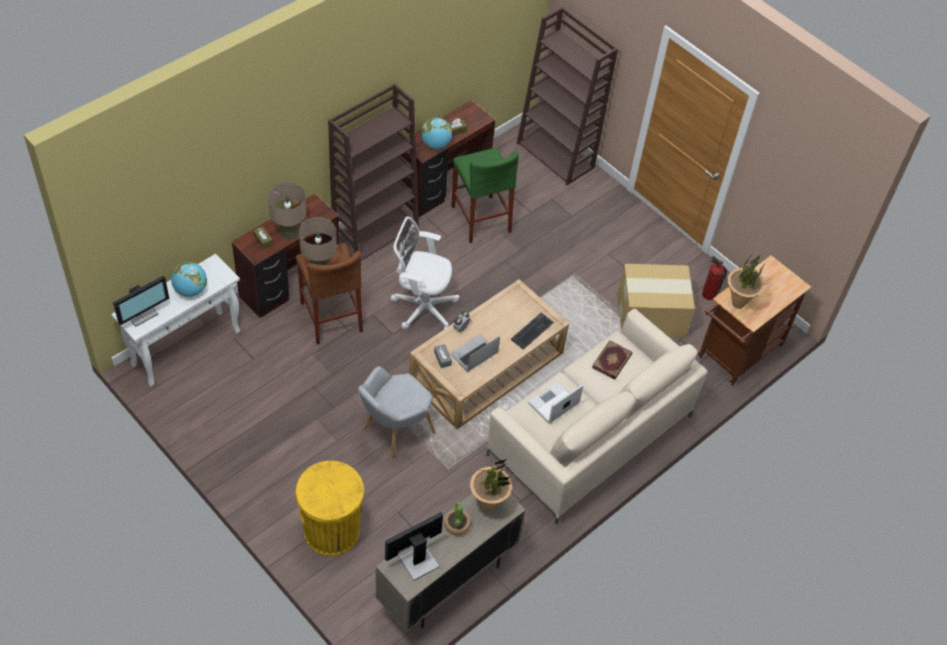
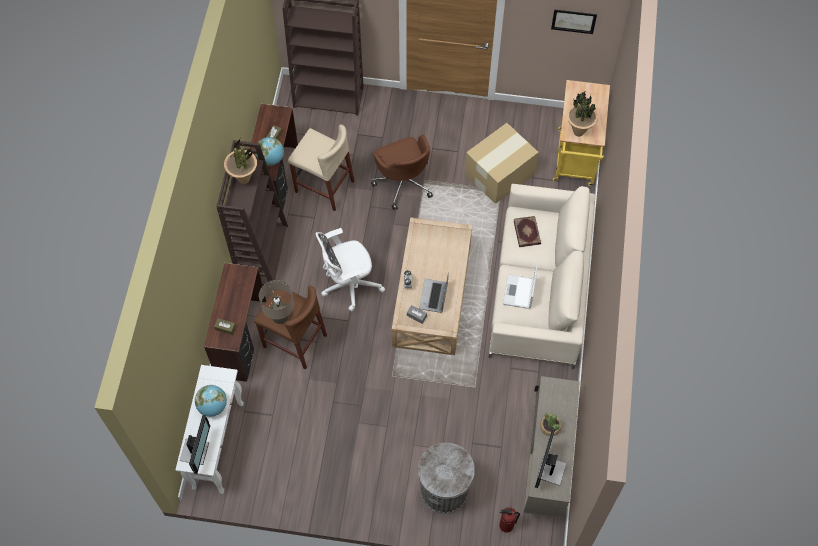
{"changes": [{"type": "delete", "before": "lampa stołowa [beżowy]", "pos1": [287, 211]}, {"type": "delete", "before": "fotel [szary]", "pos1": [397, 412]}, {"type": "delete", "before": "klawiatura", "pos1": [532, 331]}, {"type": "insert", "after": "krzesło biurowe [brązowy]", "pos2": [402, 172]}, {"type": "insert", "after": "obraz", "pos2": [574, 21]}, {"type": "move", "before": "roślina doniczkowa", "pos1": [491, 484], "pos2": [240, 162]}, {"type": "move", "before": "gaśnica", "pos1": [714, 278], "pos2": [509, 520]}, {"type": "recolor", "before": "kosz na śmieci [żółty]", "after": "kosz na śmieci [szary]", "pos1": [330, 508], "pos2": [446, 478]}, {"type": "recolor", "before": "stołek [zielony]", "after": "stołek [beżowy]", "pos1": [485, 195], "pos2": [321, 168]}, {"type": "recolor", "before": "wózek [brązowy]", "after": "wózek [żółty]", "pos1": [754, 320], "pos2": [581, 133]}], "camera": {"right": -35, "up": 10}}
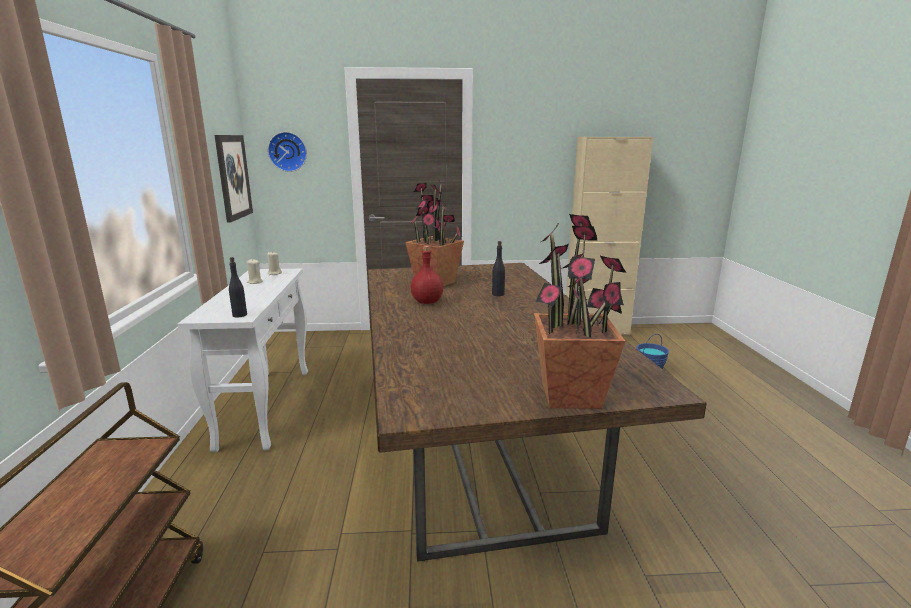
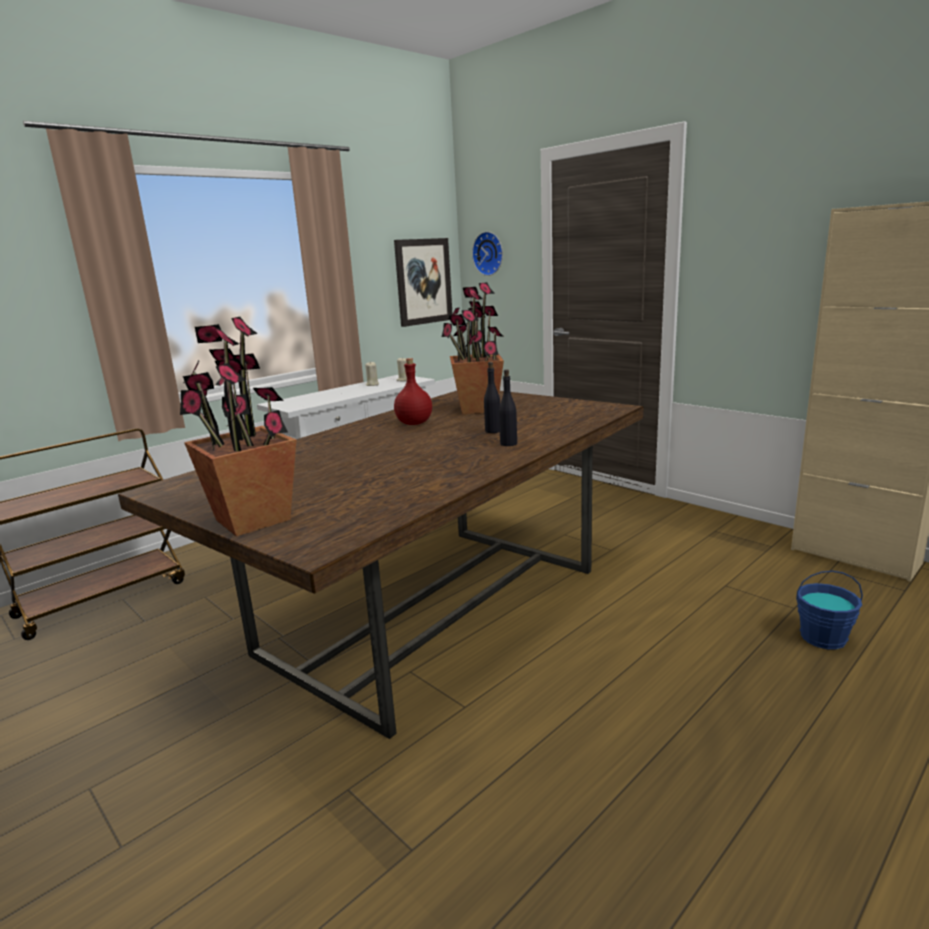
{"changes": [{"type": "move", "before": "butelka [czarny]", "pos1": [238, 287], "pos2": [508, 407]}], "camera": {"right": 50, "up": 0}}
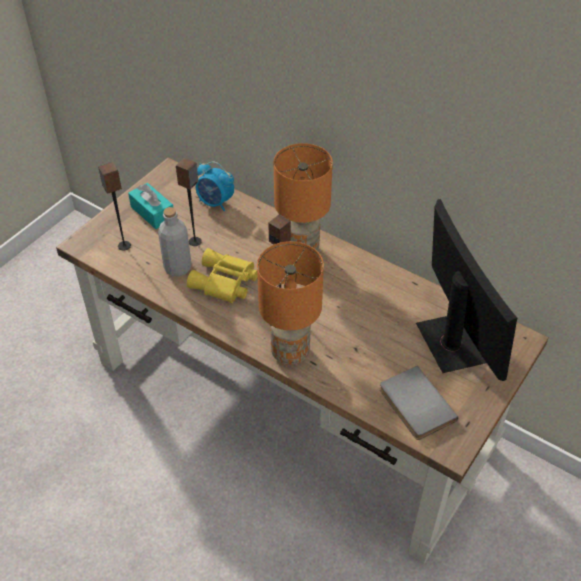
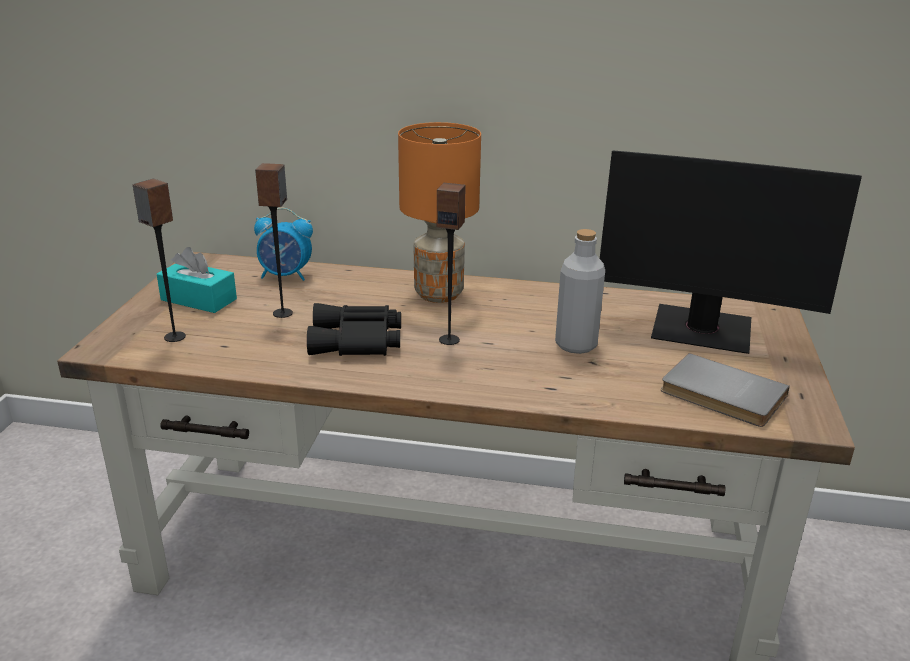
{"changes": [{"type": "delete", "before": "lampa stołowa [pomarańczowy]", "pos1": [290, 303]}, {"type": "move", "before": "butelka [szary]", "pos1": [174, 241], "pos2": [580, 291]}, {"type": "recolor", "before": "lornetka [żółty]", "after": "lornetka [czarny]", "pos1": [222, 275], "pos2": [354, 329]}, {"type": "rotate", "before": "monitor", "pos1": [466, 290], "pos2": [731, 252], "turn": 150}], "camera": {"right": -25, "up": -20}}
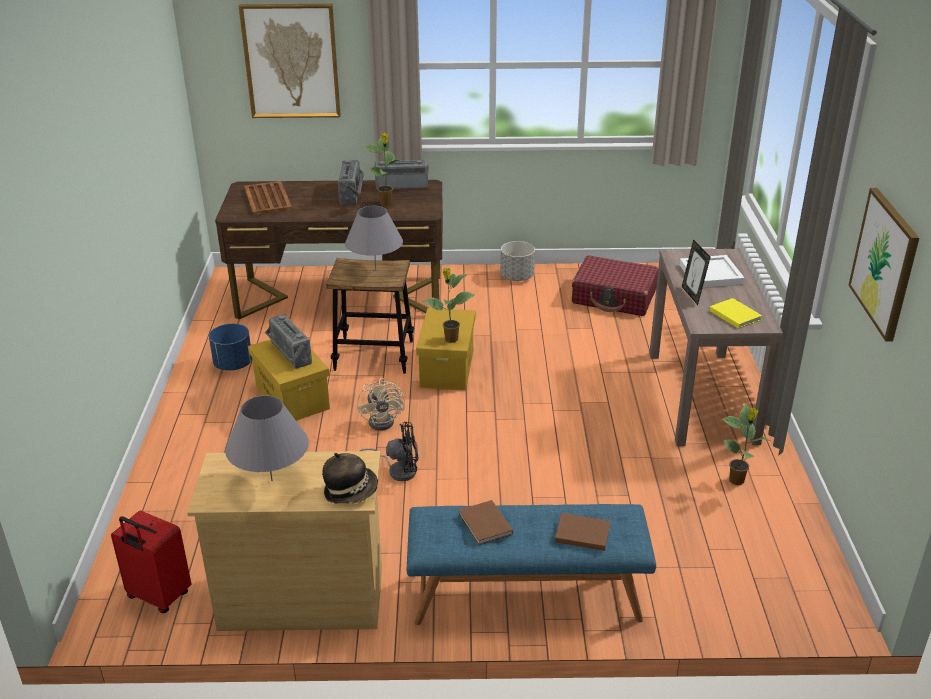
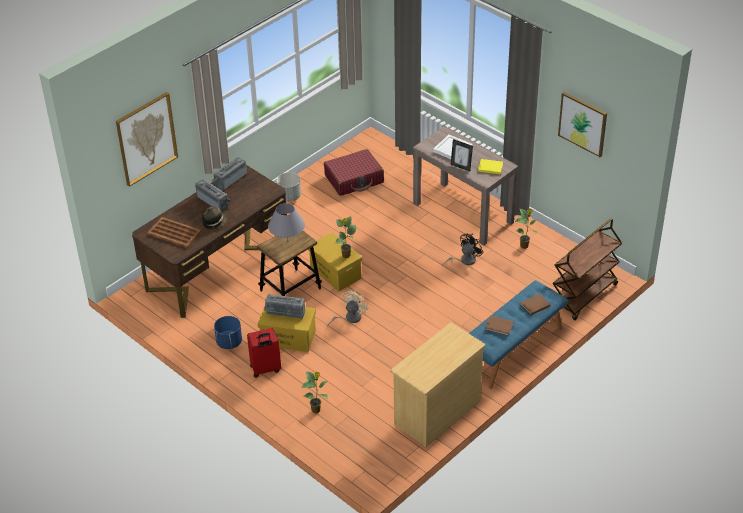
{"changes": [{"type": "delete", "before": "lampa stołowa [szary]", "pos1": [267, 438]}, {"type": "insert", "after": "wózek [brązowy]", "pos2": [587, 269]}, {"type": "move", "before": "walizka [czerwony]", "pos1": [151, 561], "pos2": [264, 353]}, {"type": "move", "before": "kapelusz", "pos1": [350, 478], "pos2": [214, 218]}, {"type": "move", "before": "wentylator [czarny]", "pos1": [388, 451], "pos2": [463, 249]}, {"type": "move", "before": "roślina doniczkowa", "pos1": [383, 169], "pos2": [314, 392]}, {"type": "rotate", "before": "wentylator [beżowy]", "pos1": [381, 404], "pos2": [348, 308], "turn": -90}], "camera": {"right": -45, "up": 10}}
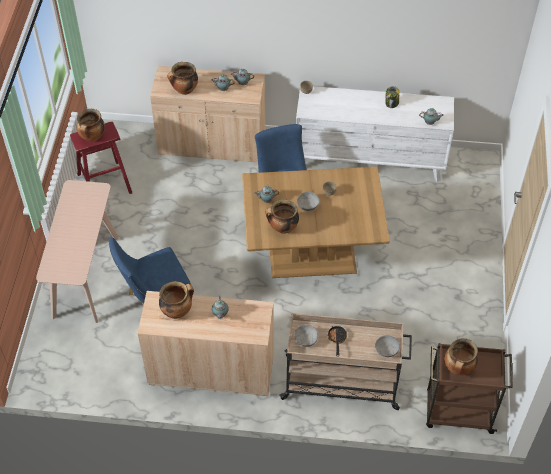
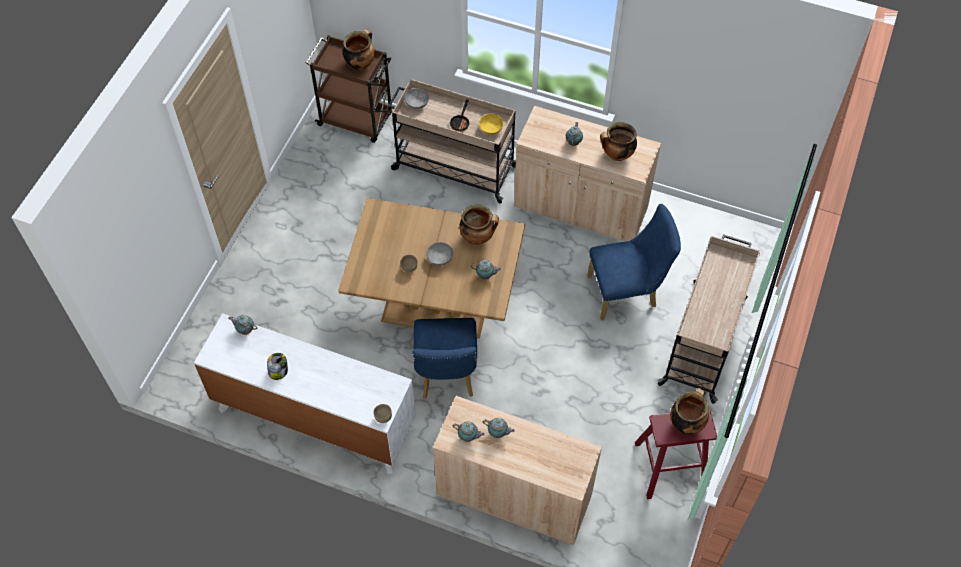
{"changes": [{"type": "delete", "before": "garnek", "pos1": [182, 78]}, {"type": "replace", "before": "stolik konsolowy [beżowy]", "after": "wózek [beżowy]", "pos1": [77, 251], "pos2": [708, 319]}, {"type": "recolor", "before": "miska [szary]", "after": "miska [żółty]", "pos1": [306, 336], "pos2": [491, 124]}], "camera": {"right": -165, "up": 5}}
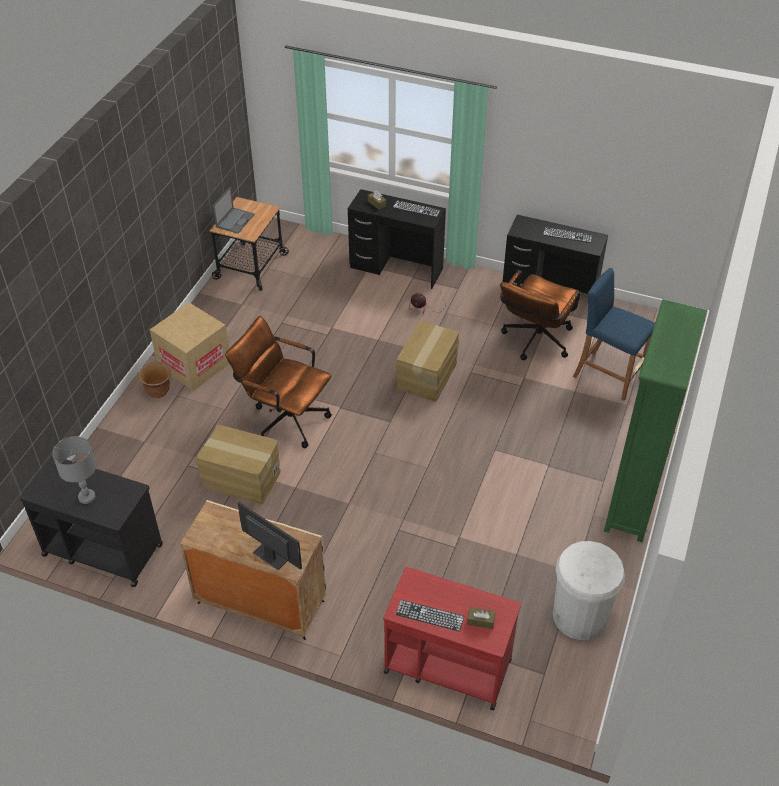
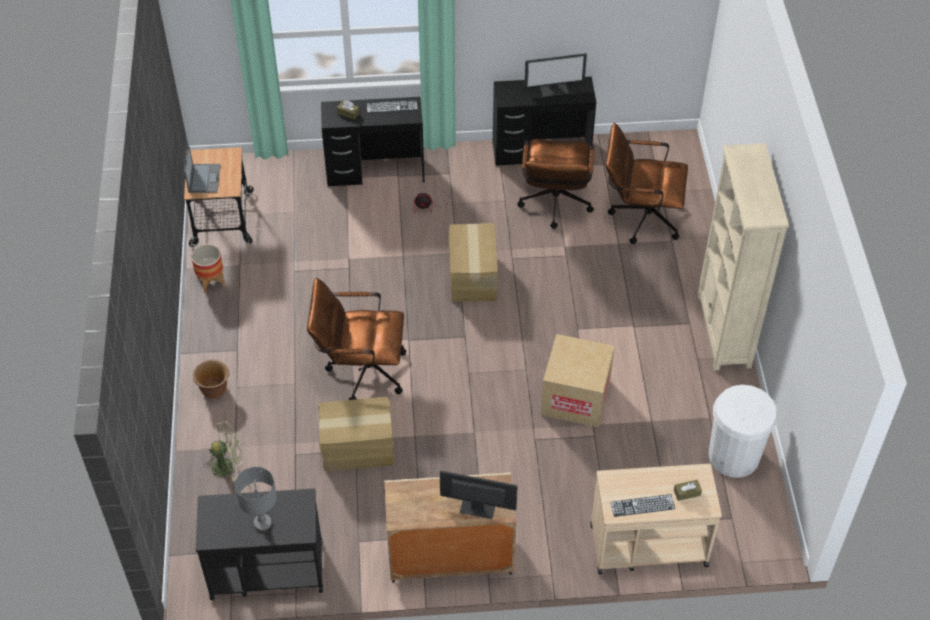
{"changes": [{"type": "insert", "after": "donica", "pos2": [208, 268]}, {"type": "insert", "after": "wentylator [zielony]", "pos2": [223, 451]}, {"type": "move", "before": "karton", "pos1": [189, 346], "pos2": [578, 380]}, {"type": "replace", "before": "klawiatura", "after": "monitor", "pos1": [567, 235], "pos2": [555, 75]}, {"type": "replace", "before": "stołek [niebieski]", "after": "krzesło biurowe [brązowy]", "pos1": [614, 334], "pos2": [647, 183]}, {"type": "recolor", "before": "wózek [czerwony]", "after": "wózek [beżowy]", "pos1": [452, 638], "pos2": [656, 519]}, {"type": "recolor", "before": "regał [zielony]", "after": "regał [beżowy]", "pos1": [655, 421], "pos2": [743, 257]}], "camera": {"right": -25, "up": 5}}
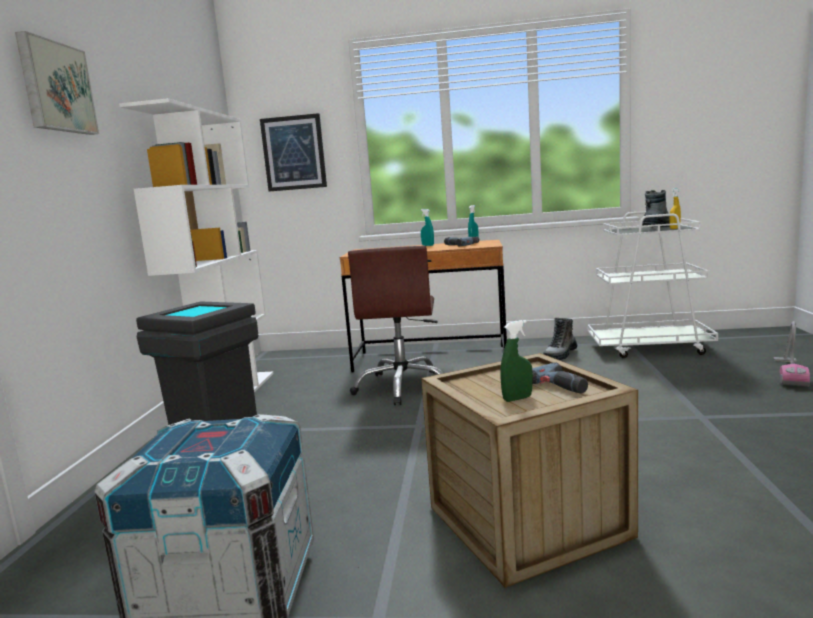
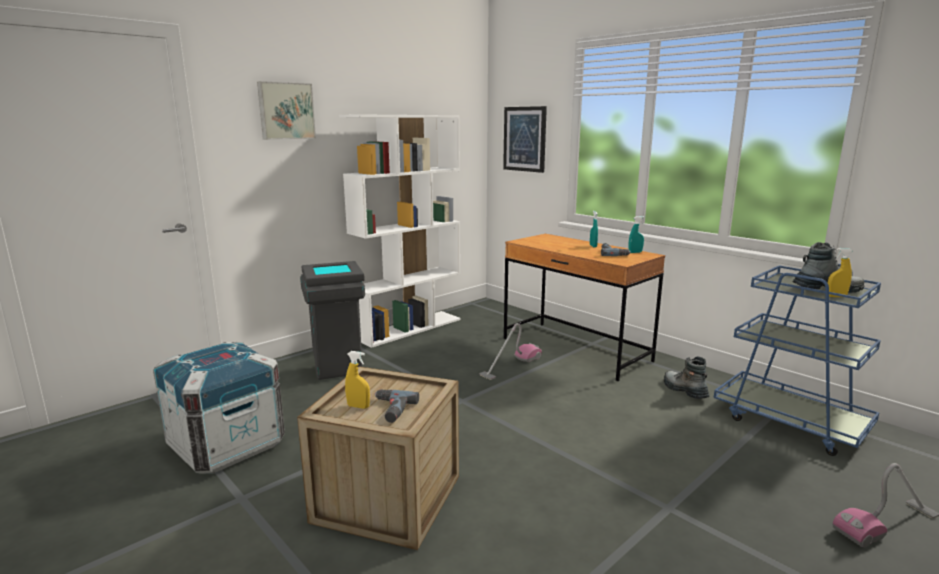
{"changes": [{"type": "replace", "before": "krzesło biurowe [brązowy]", "after": "odkurzacz", "pos1": [395, 325], "pos2": [510, 351]}, {"type": "recolor", "before": "spryskiwacz [zielony]", "after": "spryskiwacz [żółty]", "pos1": [517, 361], "pos2": [357, 380]}, {"type": "recolor", "before": "wózek [biały]", "after": "wózek [niebieski]", "pos1": [653, 284], "pos2": [797, 360]}, {"type": "rotate", "before": "but z cholewką", "pos1": [560, 339], "pos2": [686, 378], "turn": 75}], "camera": {"right": 40, "up": 5}}
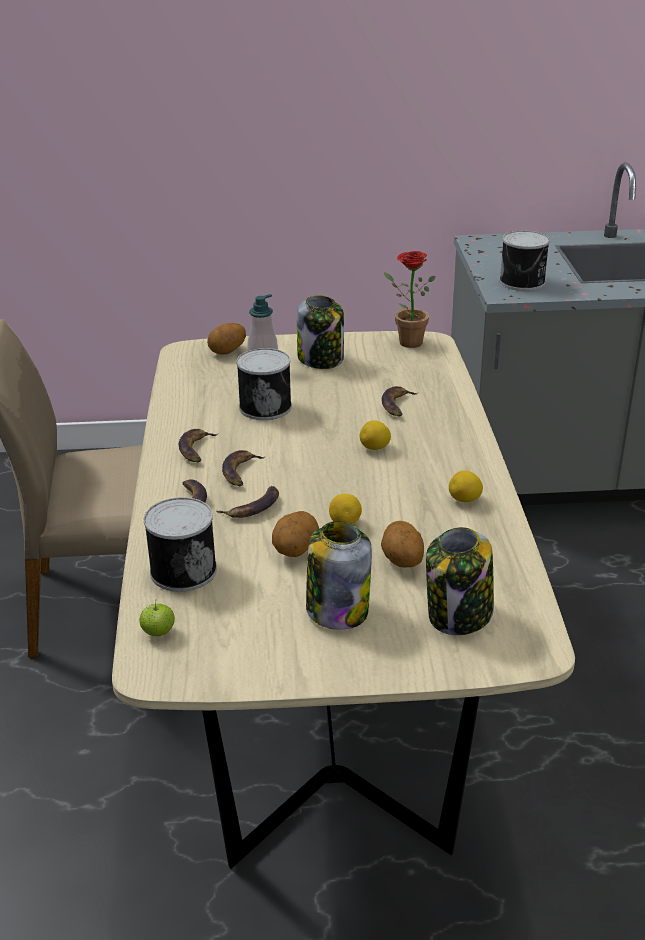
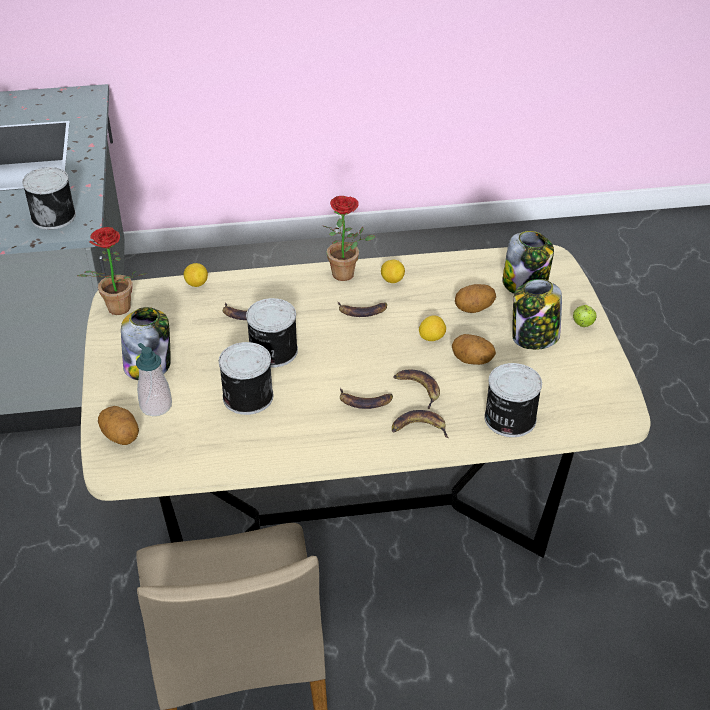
{"changes": [{"type": "insert", "after": "puszka", "pos2": [272, 333]}, {"type": "insert", "after": "roślina doniczkowa", "pos2": [349, 238]}, {"type": "move", "before": "jabłko", "pos1": [157, 617], "pos2": [584, 316]}, {"type": "move", "before": "banan", "pos1": [198, 446], "pos2": [362, 309]}, {"type": "move", "before": "cytryna", "pos1": [375, 435], "pos2": [196, 275]}], "camera": {"right": -95, "up": 10}}
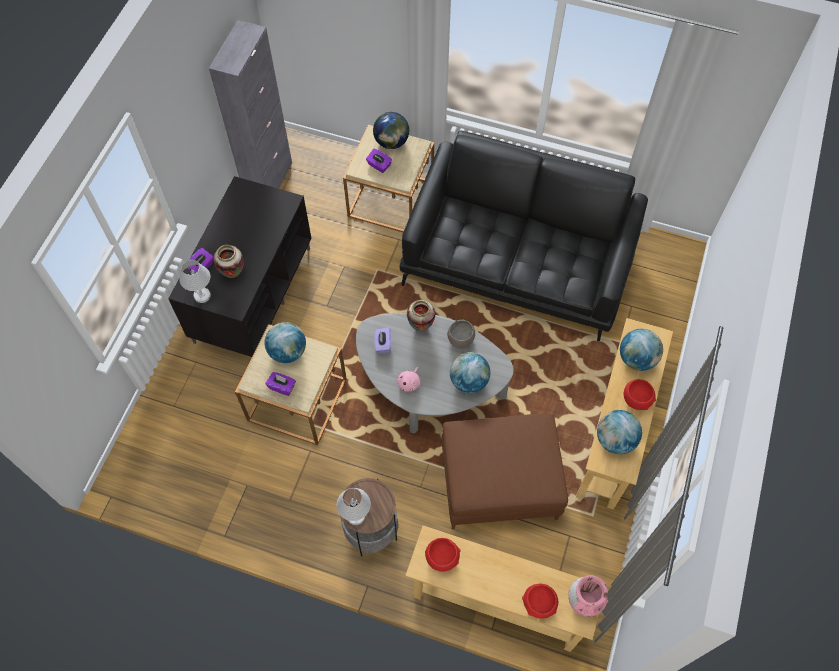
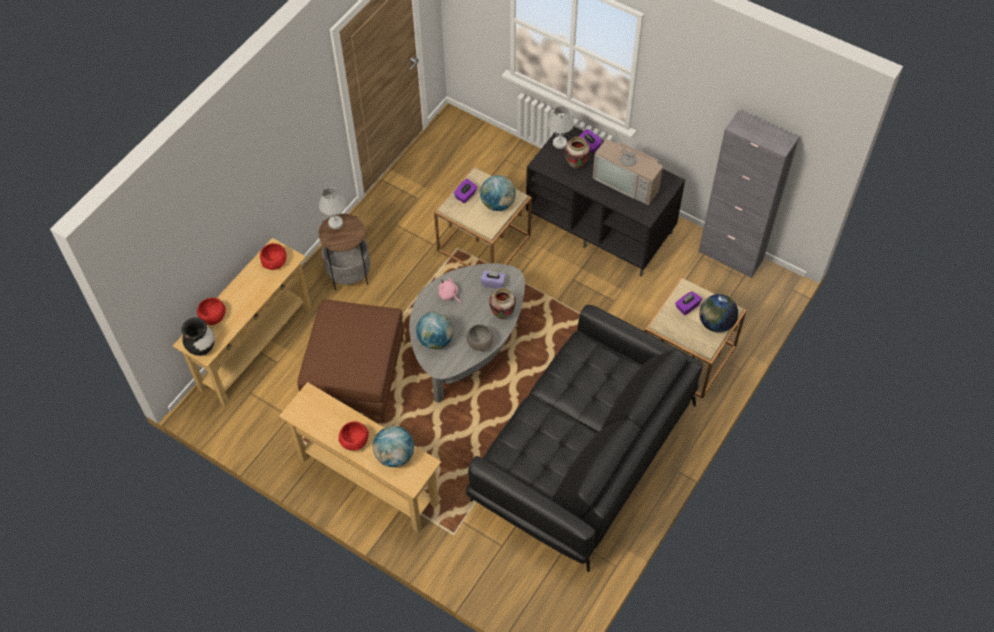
{"changes": [{"type": "delete", "before": "globus", "pos1": [619, 432]}, {"type": "insert", "after": "telewizor", "pos2": [628, 166]}, {"type": "recolor", "before": "wazon [różowy]", "after": "wazon [czarny]", "pos1": [588, 596], "pos2": [198, 336]}], "camera": {"right": 105, "up": -5}}
